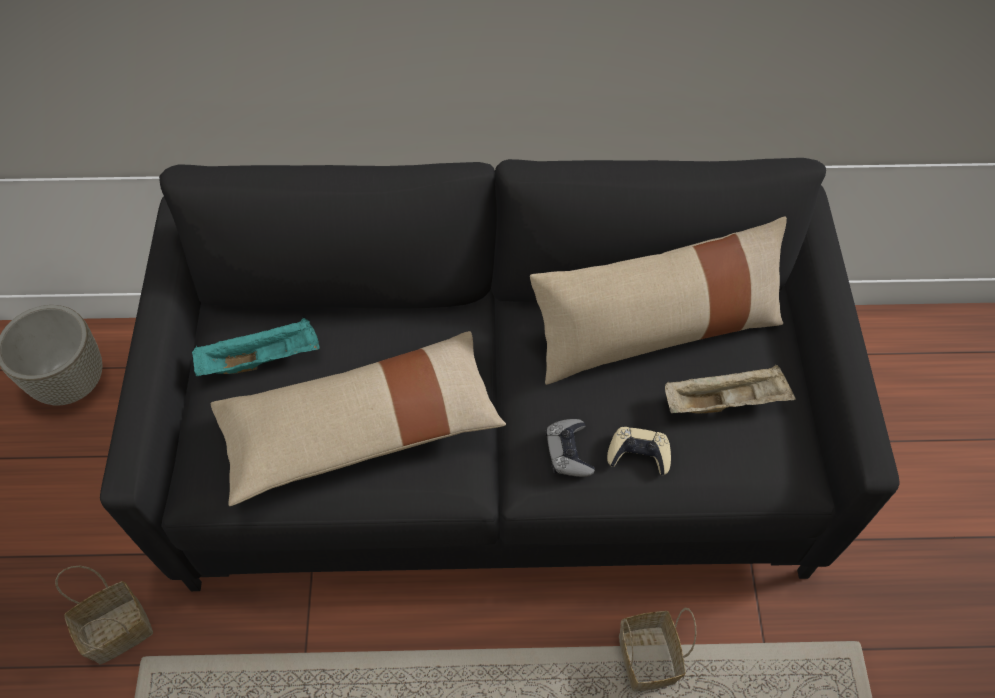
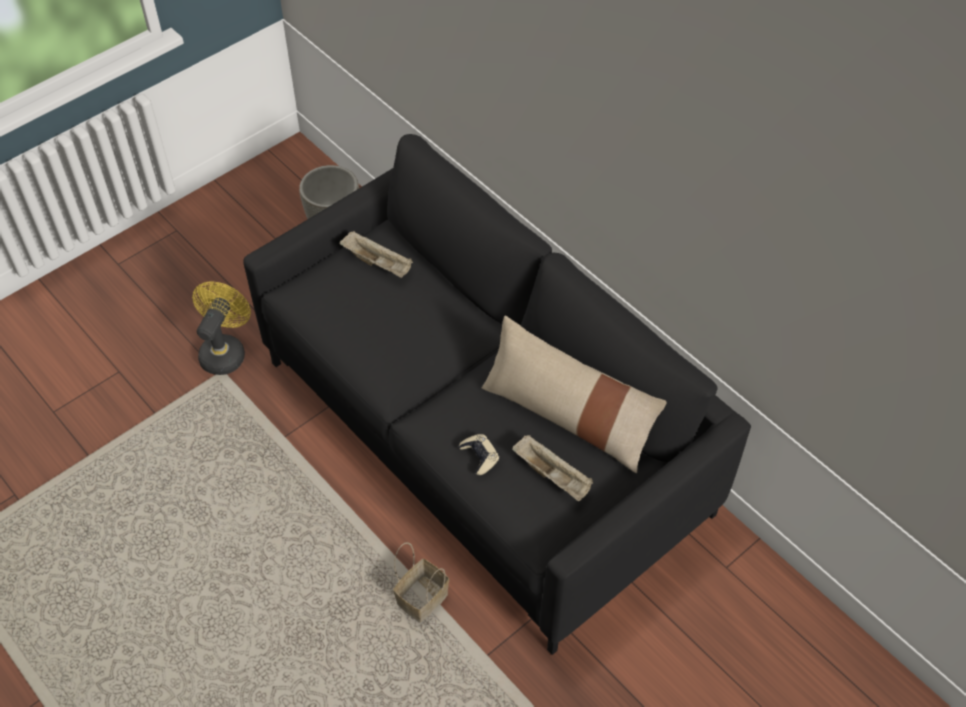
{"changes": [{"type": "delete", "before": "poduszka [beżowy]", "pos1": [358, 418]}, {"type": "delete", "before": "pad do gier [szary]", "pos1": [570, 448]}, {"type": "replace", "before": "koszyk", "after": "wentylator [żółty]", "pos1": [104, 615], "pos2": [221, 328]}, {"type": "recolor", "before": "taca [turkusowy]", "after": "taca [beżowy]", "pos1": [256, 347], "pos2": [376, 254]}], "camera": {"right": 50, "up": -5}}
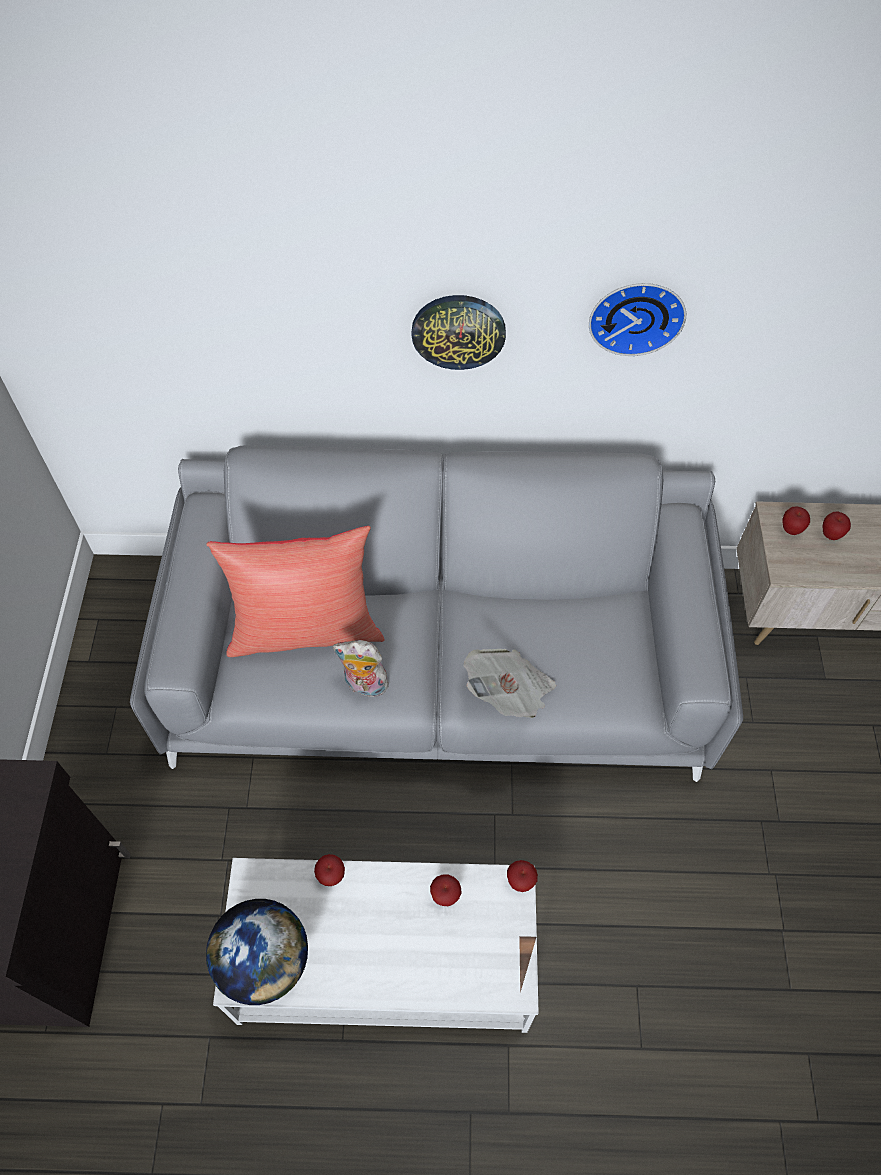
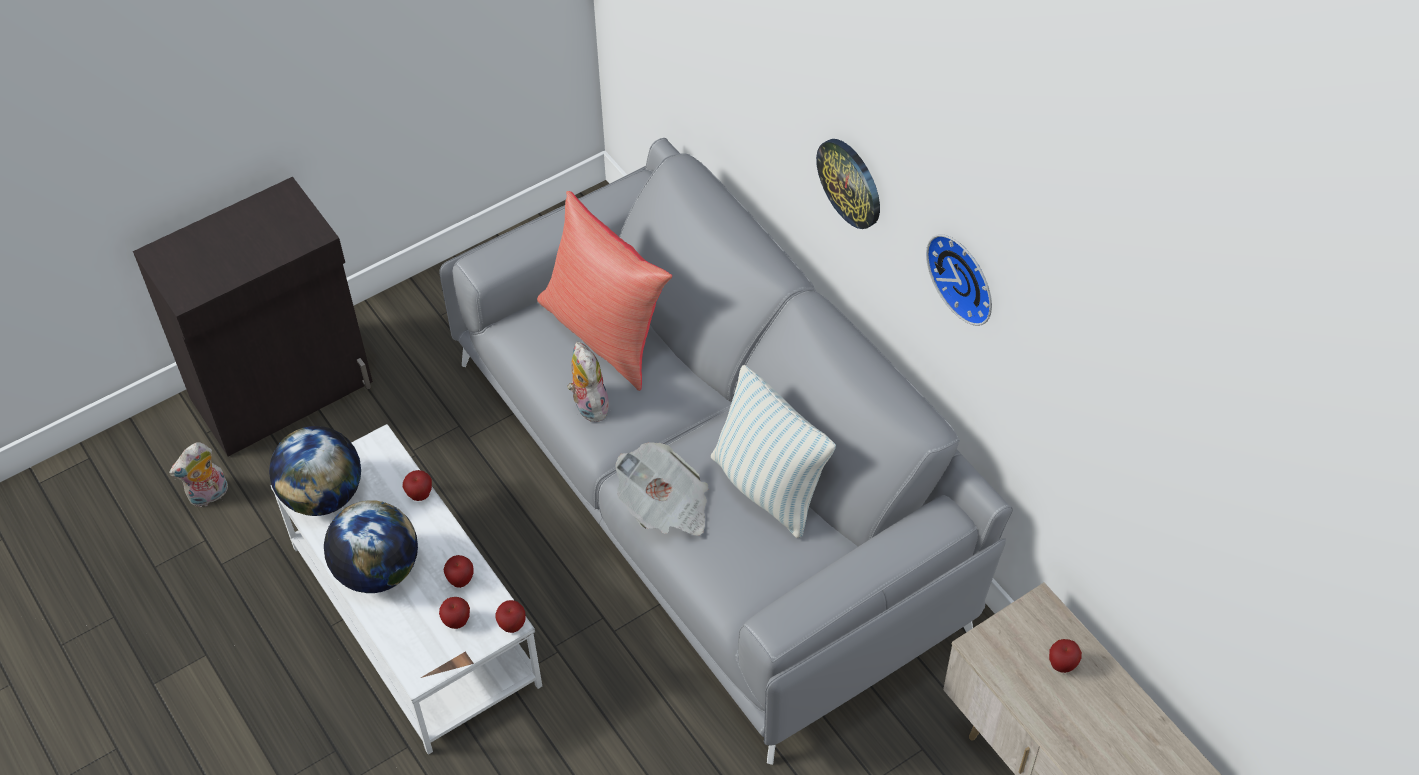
{"changes": [{"type": "insert", "after": "pluszak", "pos2": [198, 474]}, {"type": "insert", "after": "globus", "pos2": [371, 546]}, {"type": "insert", "after": "poduszka", "pos2": [773, 451]}, {"type": "move", "before": "jabłko", "pos1": [796, 520], "pos2": [454, 613]}], "camera": {"right": 55, "up": -5}}
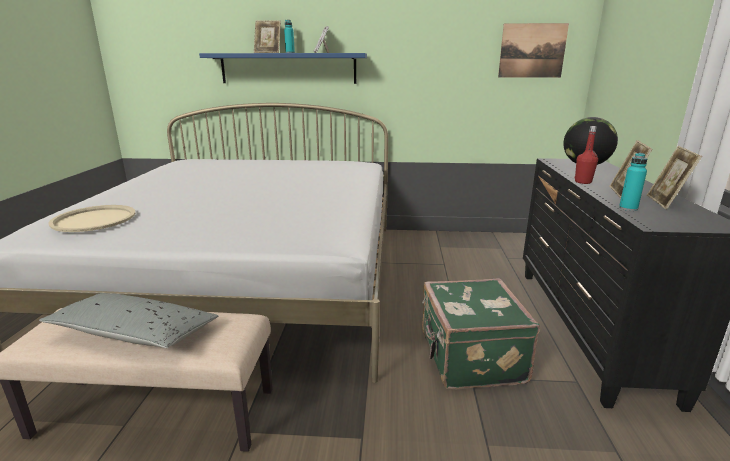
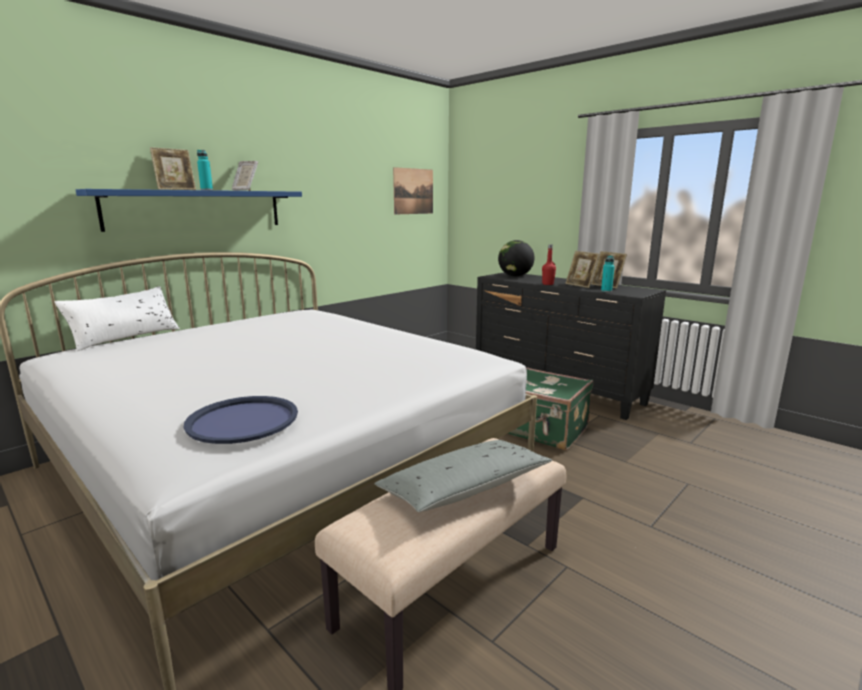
{"changes": [{"type": "insert", "after": "poduszka [biały]", "pos2": [117, 318]}, {"type": "recolor", "before": "taca [beżowy]", "after": "taca [niebieski]", "pos1": [91, 218], "pos2": [241, 420]}], "camera": {"right": -50, "up": -5}}
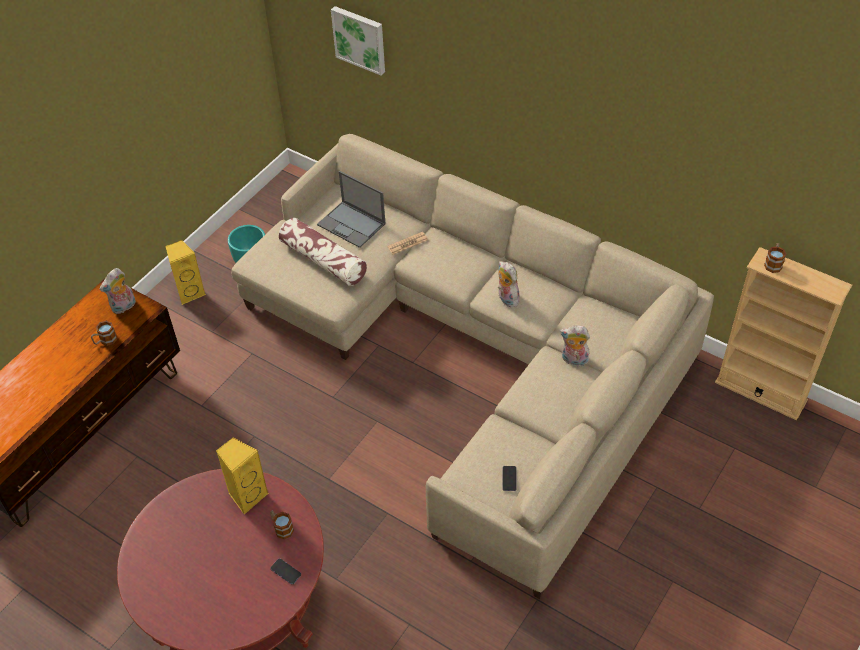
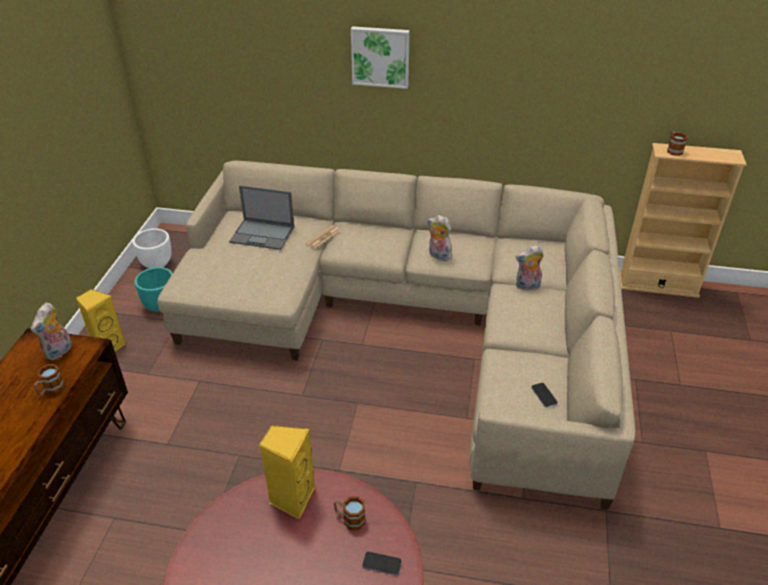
{"changes": [{"type": "delete", "before": "poduszka", "pos1": [323, 252]}, {"type": "insert", "after": "donica [biały]", "pos2": [151, 248]}, {"type": "move", "before": "obraz", "pos1": [358, 40], "pos2": [380, 57]}], "camera": {"right": -25, "up": -10}}
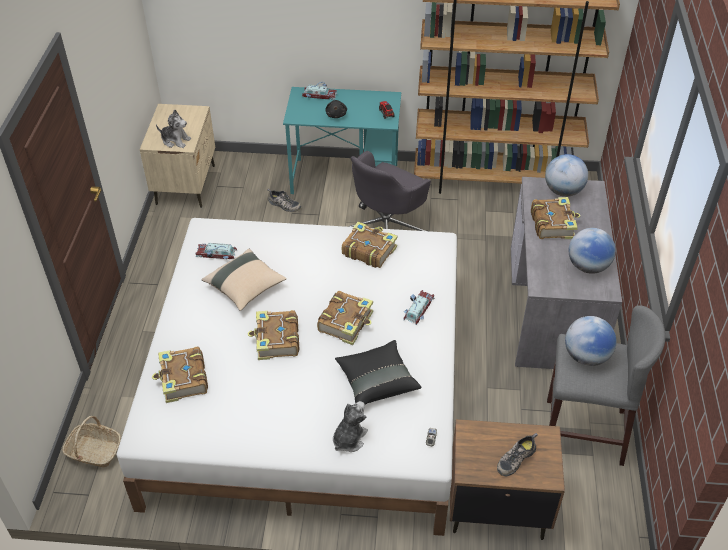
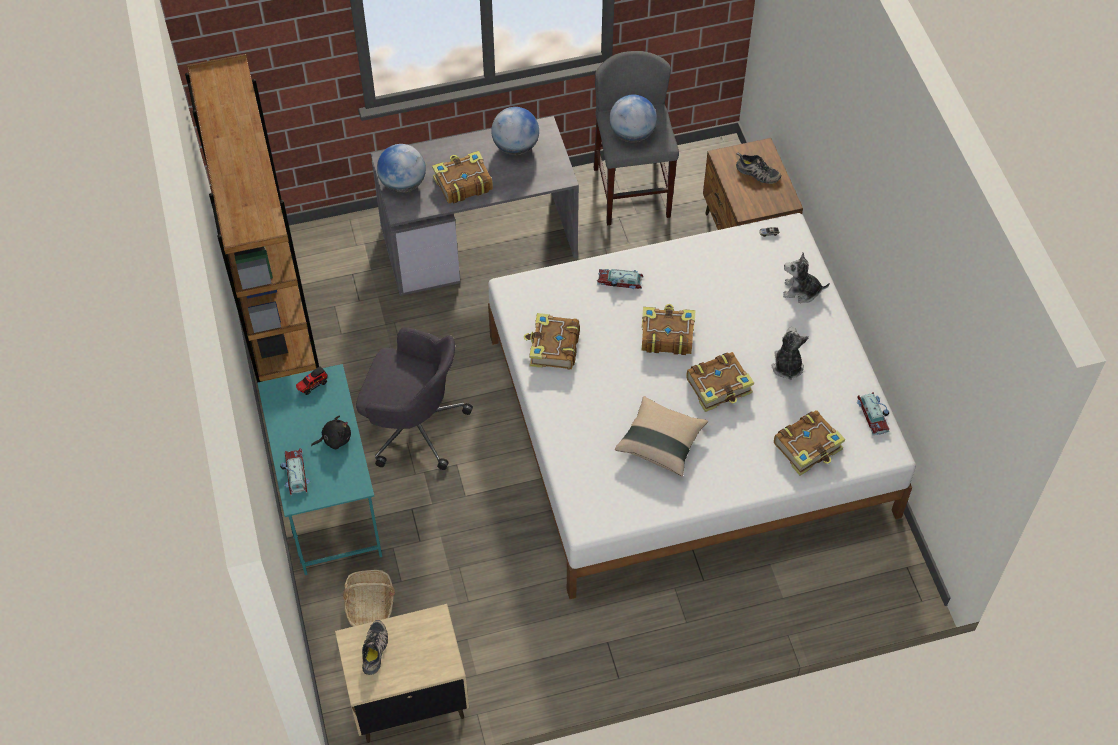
{"changes": [{"type": "delete", "before": "poduszka [czarny]", "pos1": [378, 372]}, {"type": "move", "before": "koszyk", "pos1": [91, 442], "pos2": [369, 598]}, {"type": "move", "before": "pluszak", "pos1": [173, 128], "pos2": [790, 353]}, {"type": "move", "before": "samochodzik", "pos1": [216, 251], "pos2": [873, 413]}, {"type": "move", "before": "but", "pos1": [284, 200], "pos2": [375, 647]}], "camera": {"right": -110, "up": 10}}
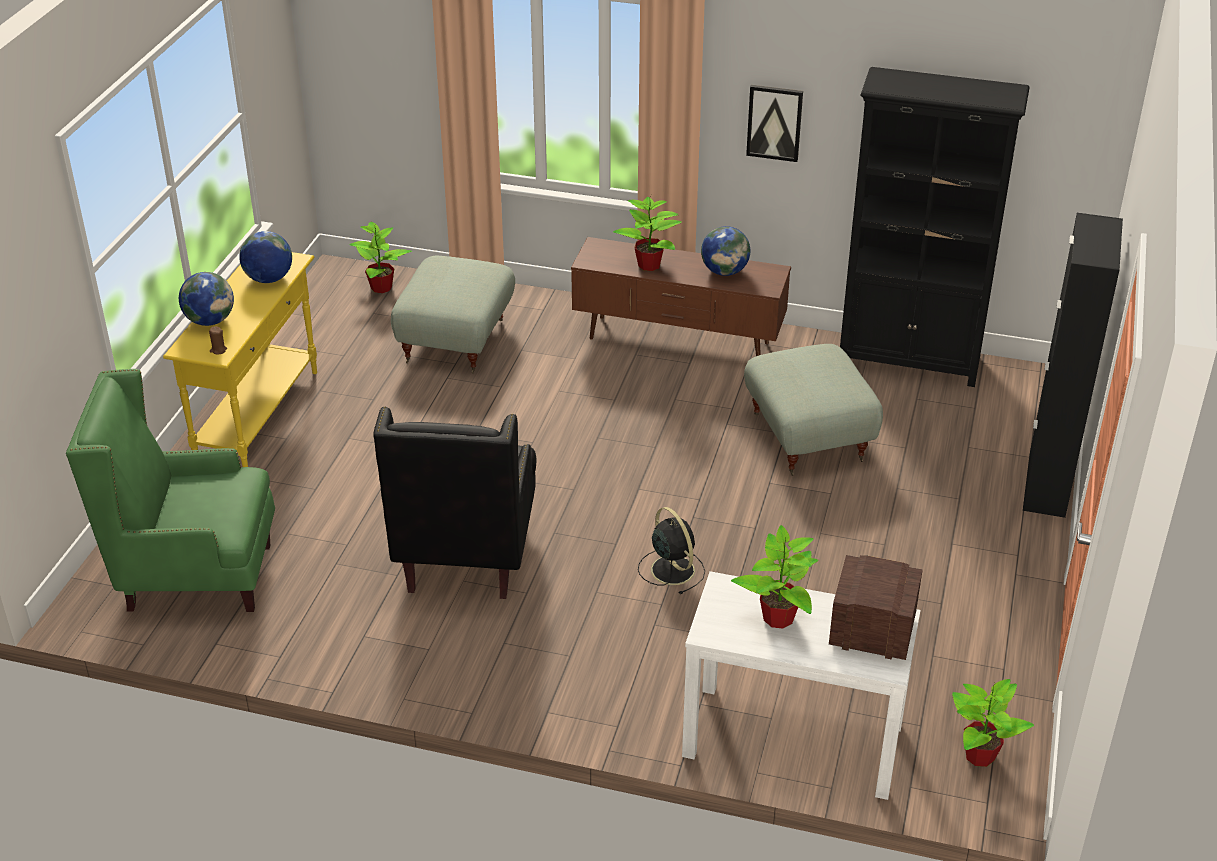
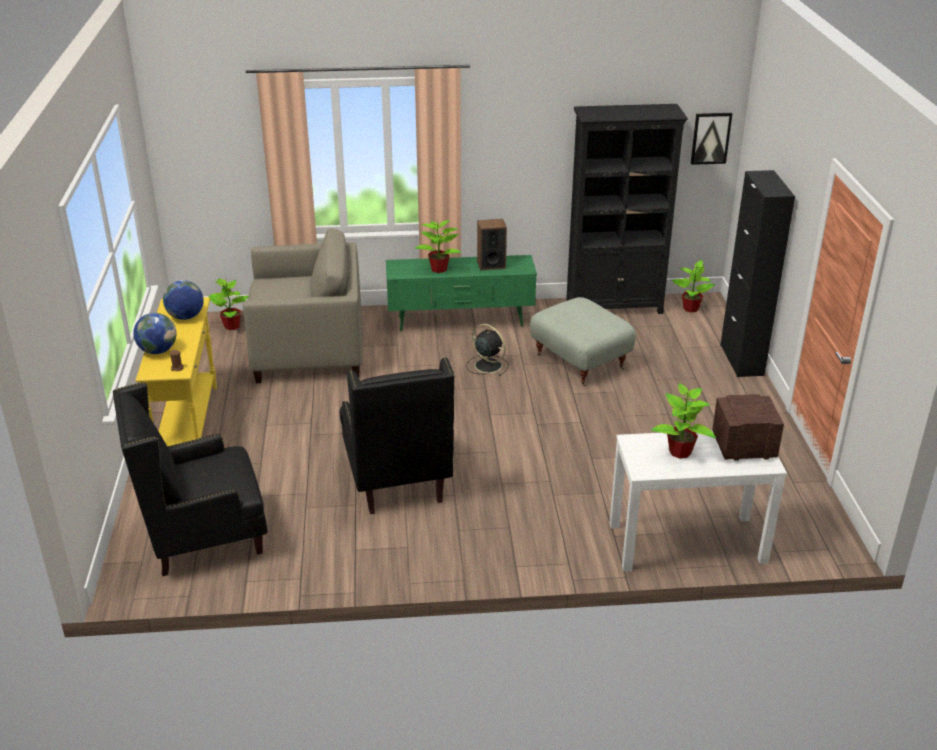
{"changes": [{"type": "move", "before": "wentylator [czarny]", "pos1": [671, 550], "pos2": [487, 350]}, {"type": "move", "before": "obraz", "pos1": [774, 123], "pos2": [711, 139]}, {"type": "move", "before": "roślina doniczkowa", "pos1": [993, 723], "pos2": [693, 286]}, {"type": "replace", "before": "pufa [szary]", "after": "fotel [beżowy]", "pos1": [453, 314], "pos2": [303, 305]}, {"type": "replace", "before": "globus", "after": "głośnik", "pos1": [725, 251], "pos2": [492, 245]}, {"type": "recolor", "before": "fotel [zielony]", "after": "fotel [czarny]", "pos1": [170, 490], "pos2": [190, 479]}, {"type": "recolor", "before": "szafka pod telewizor [brązowy]", "after": "szafka pod telewizor [zielony]", "pos1": [681, 296], "pos2": [461, 293]}], "camera": {"right": -20, "up": -5}}
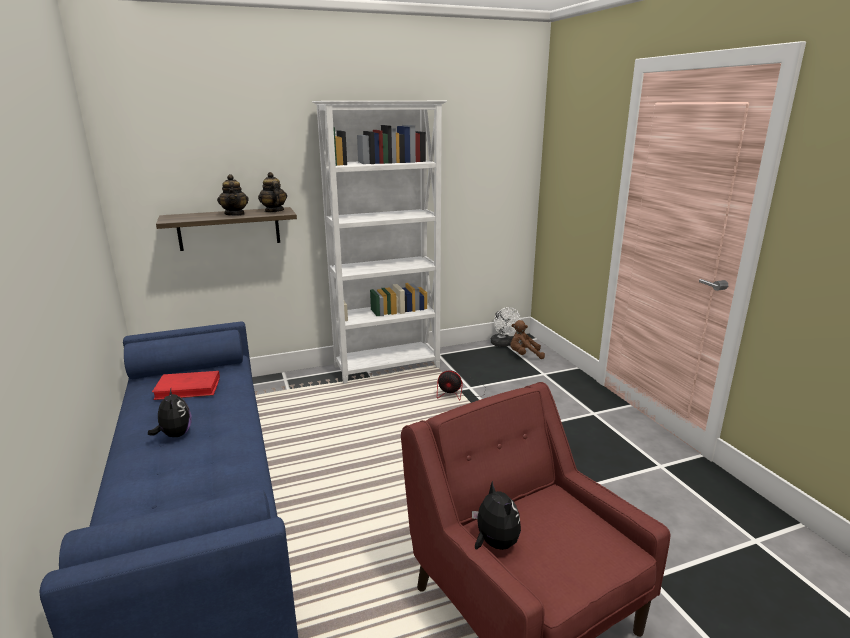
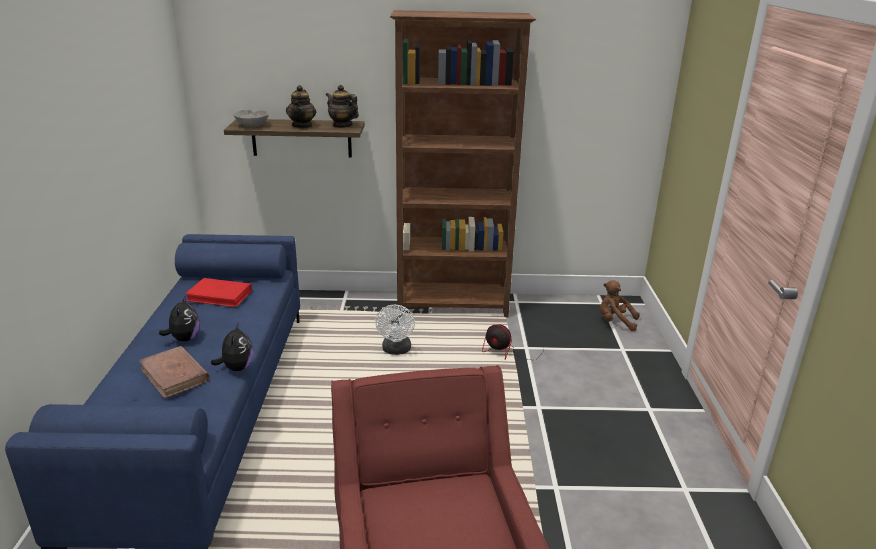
{"changes": [{"type": "insert", "after": "książka [brązowy]", "pos2": [174, 372]}, {"type": "insert", "after": "miska [szary]", "pos2": [251, 118]}, {"type": "move", "before": "pluszak", "pos1": [496, 515], "pos2": [232, 347]}, {"type": "move", "before": "wentylator [biały]", "pos1": [506, 327], "pos2": [395, 330]}, {"type": "recolor", "before": "regał [biały]", "after": "regał [brązowy]", "pos1": [379, 242], "pos2": [463, 164]}, {"type": "rotate", "before": "imbryk", "pos1": [272, 192], "pos2": [342, 106], "turn": -45}], "camera": {"right": 20, "up": 5}}
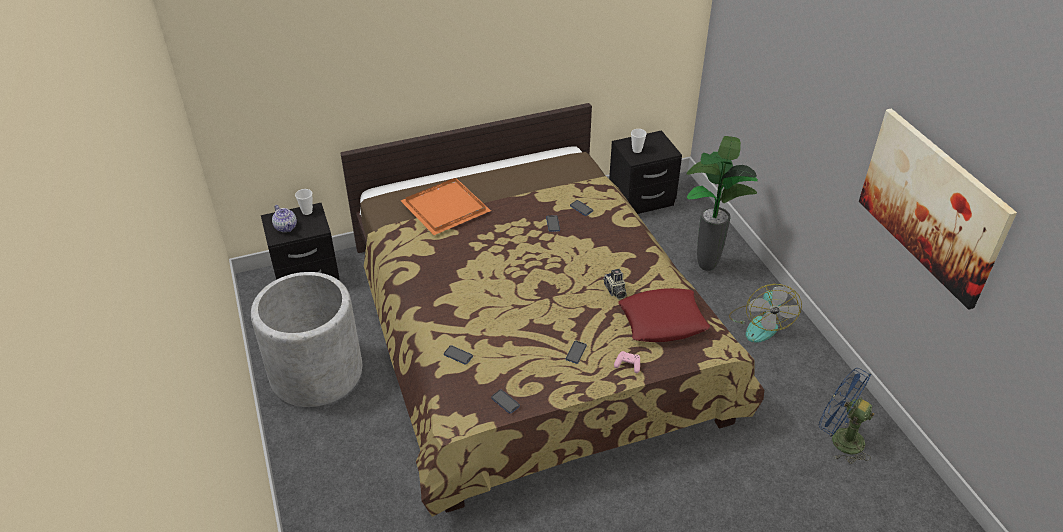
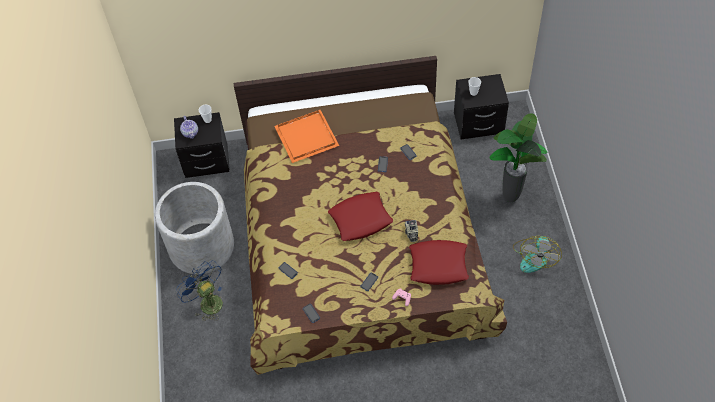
{"changes": [{"type": "delete", "before": "obraz", "pos1": [938, 209]}, {"type": "insert", "after": "poduszka [czerwony]", "pos2": [360, 216]}, {"type": "move", "before": "wentylator [niebieski]", "pos1": [846, 416], "pos2": [199, 290]}], "camera": {"right": 15, "up": 15}}
